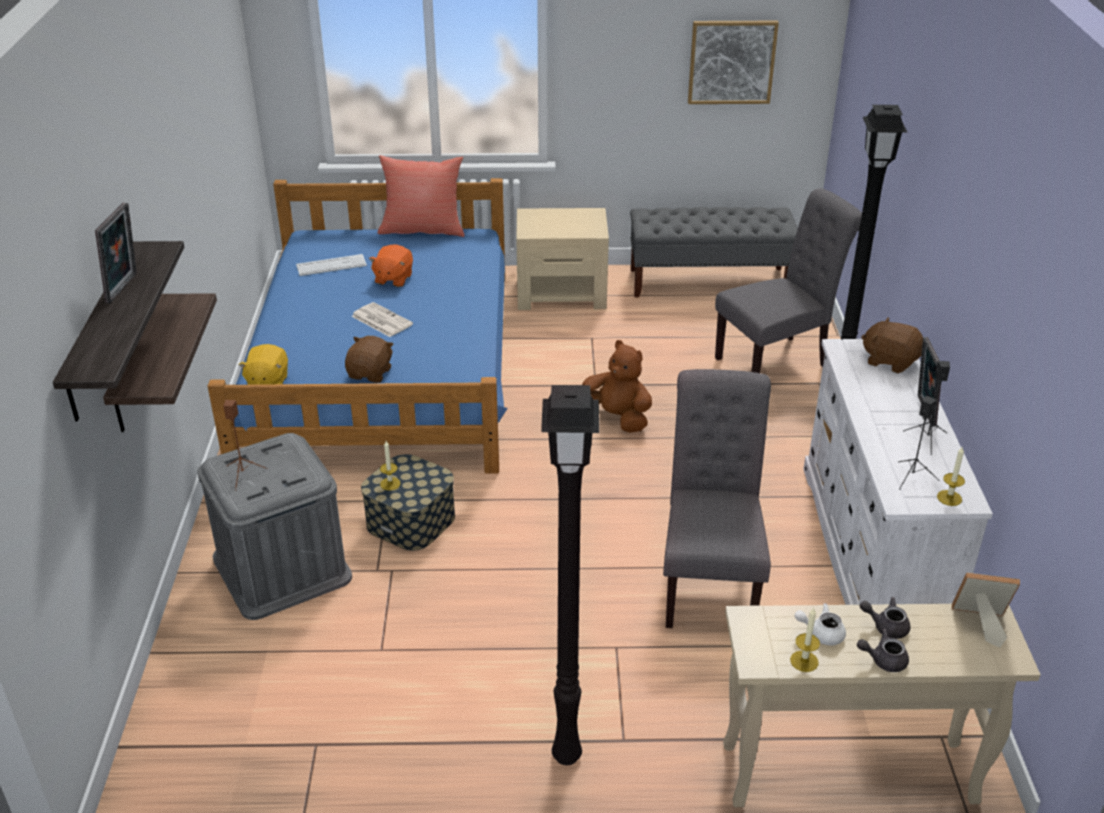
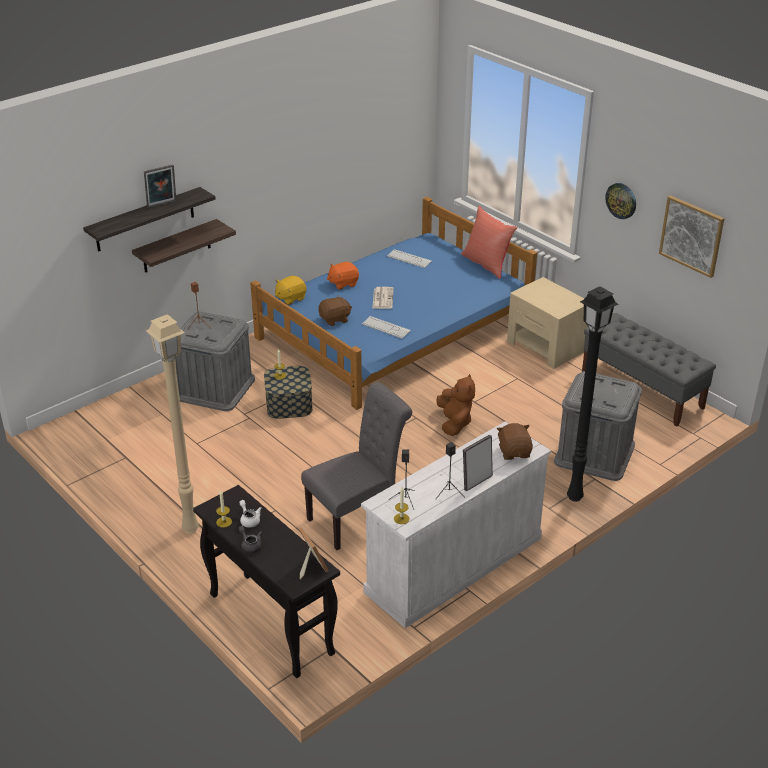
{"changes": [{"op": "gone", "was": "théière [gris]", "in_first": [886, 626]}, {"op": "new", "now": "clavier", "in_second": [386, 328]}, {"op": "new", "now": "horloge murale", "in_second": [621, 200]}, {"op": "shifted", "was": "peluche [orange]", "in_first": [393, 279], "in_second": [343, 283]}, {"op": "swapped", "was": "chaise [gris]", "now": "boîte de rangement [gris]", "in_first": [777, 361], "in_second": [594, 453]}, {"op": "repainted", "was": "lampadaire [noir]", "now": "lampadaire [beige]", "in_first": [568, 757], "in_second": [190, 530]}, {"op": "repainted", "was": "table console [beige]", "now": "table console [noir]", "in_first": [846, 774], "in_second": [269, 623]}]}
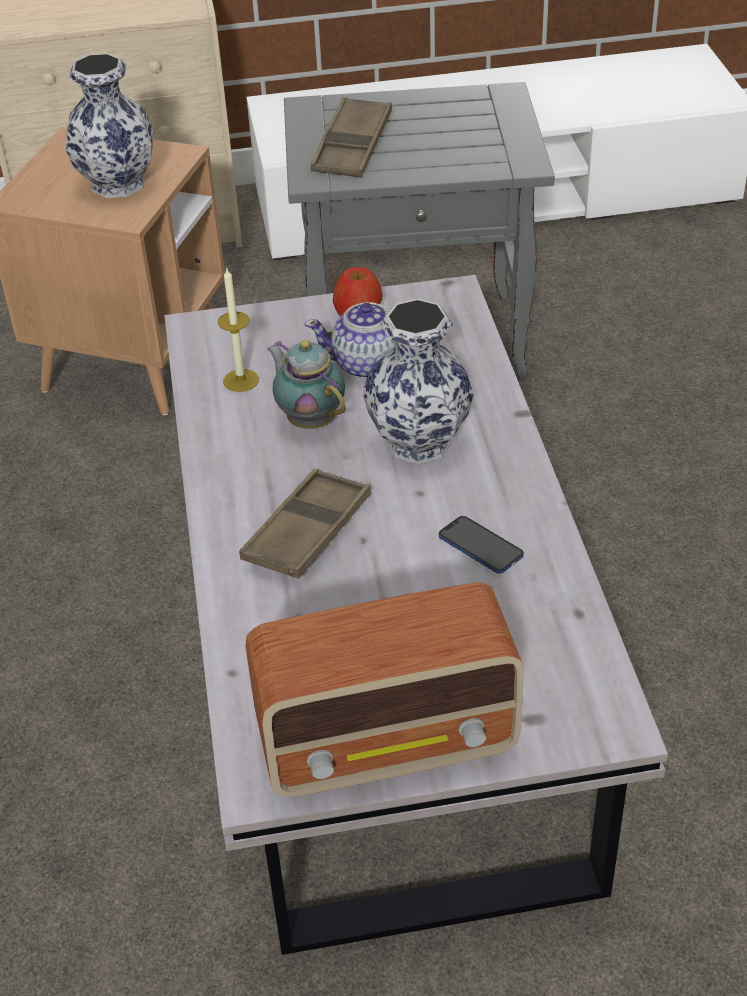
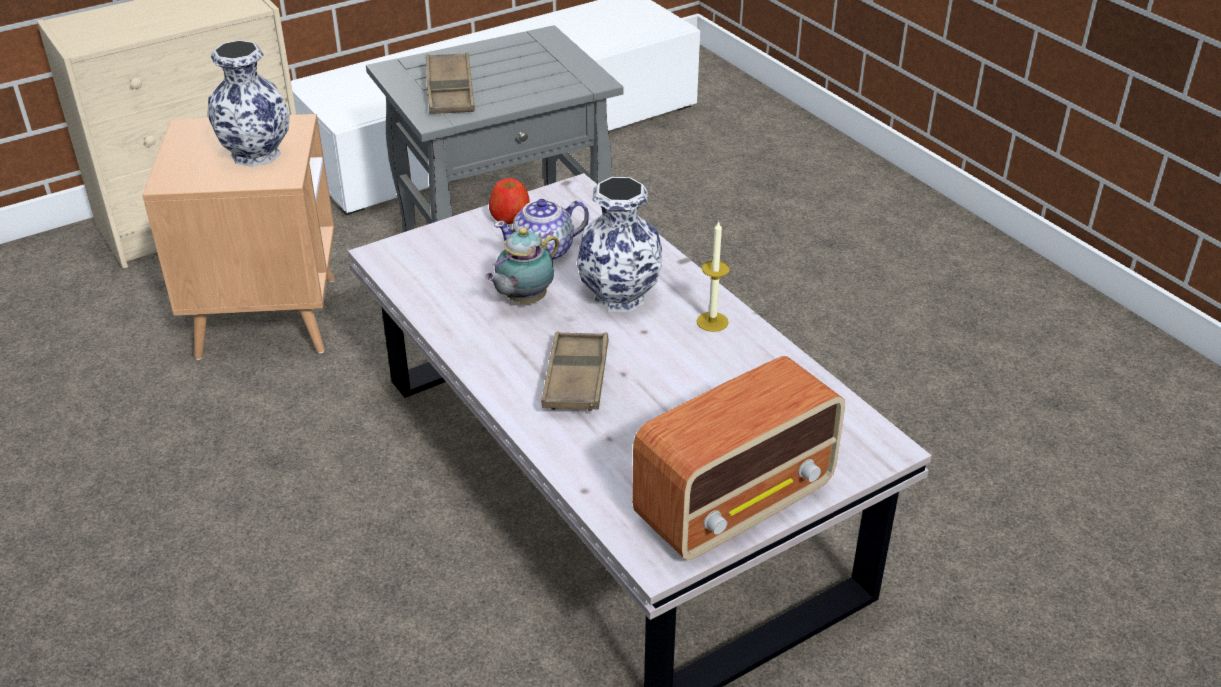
{"changes": [{"op": "gone", "was": "téléphone", "in_first": [480, 546]}, {"op": "shifted", "was": "bougie", "in_first": [241, 380], "in_second": [712, 322]}, {"op": "rotated", "was": "théière", "in_first": [310, 419], "in_second": [523, 300], "clockwise": -75}]}
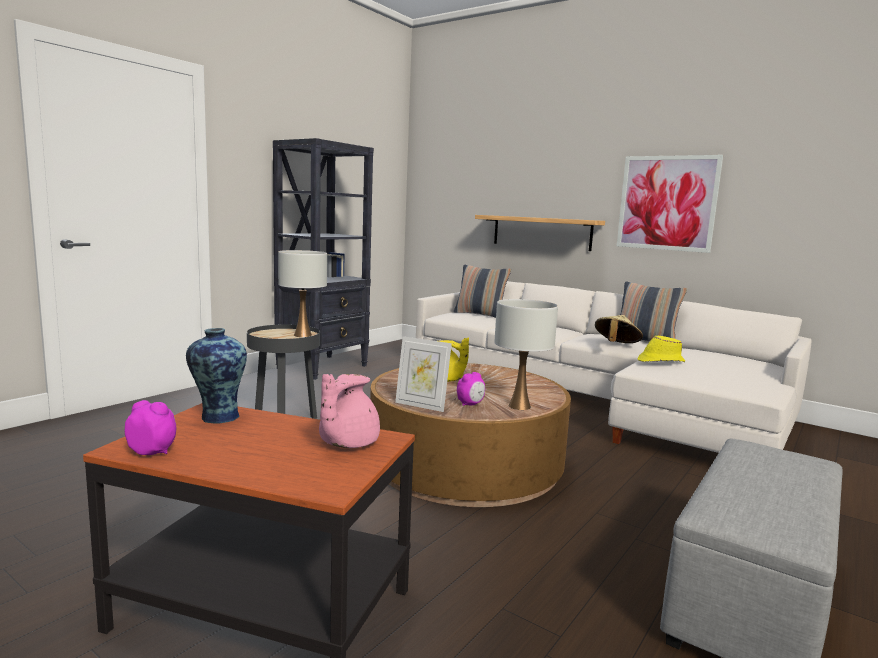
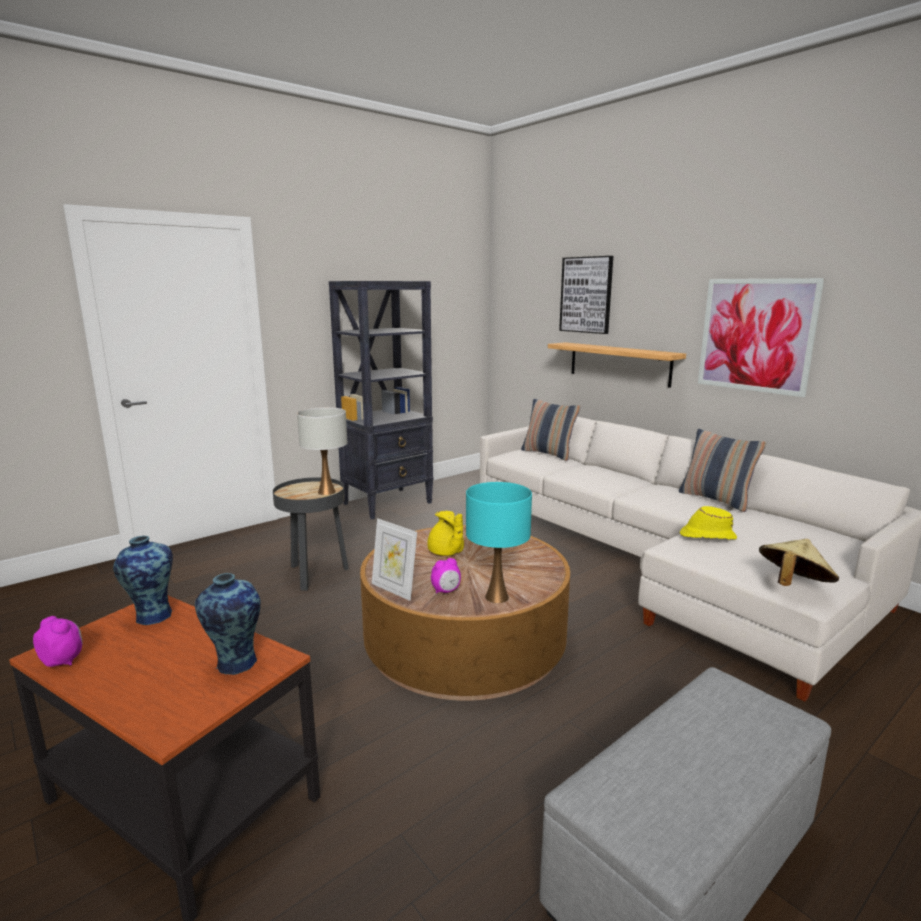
{"changes": [{"op": "new", "now": "tableau", "in_second": [586, 295]}, {"op": "shifted", "was": "chapeau [beige]", "in_first": [616, 345], "in_second": [792, 585]}, {"op": "swapped", "was": "théière [rose]", "now": "vase", "in_first": [346, 443], "in_second": [234, 664]}, {"op": "repainted", "was": "lampe de table [blanc]", "now": "lampe de table [turquoise]", "in_first": [519, 406], "in_second": [497, 597]}]}
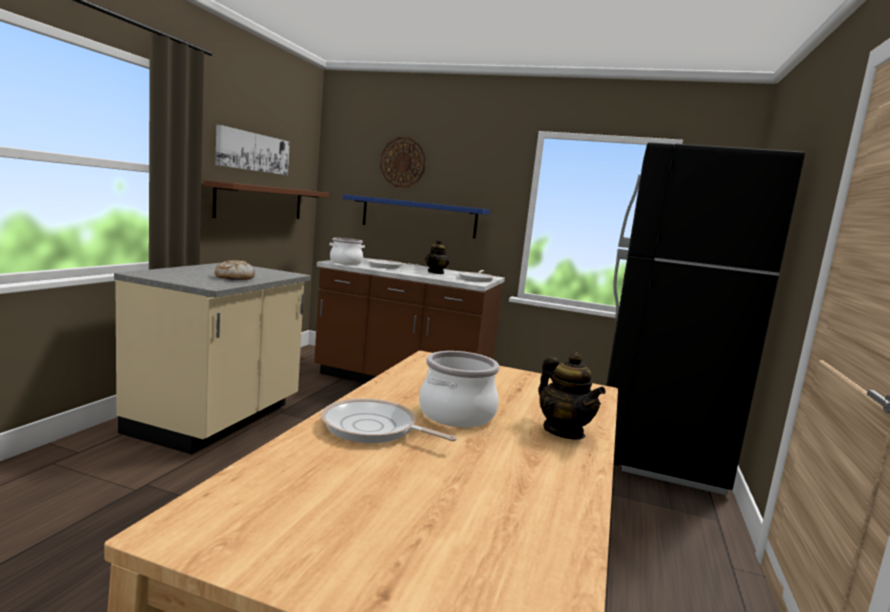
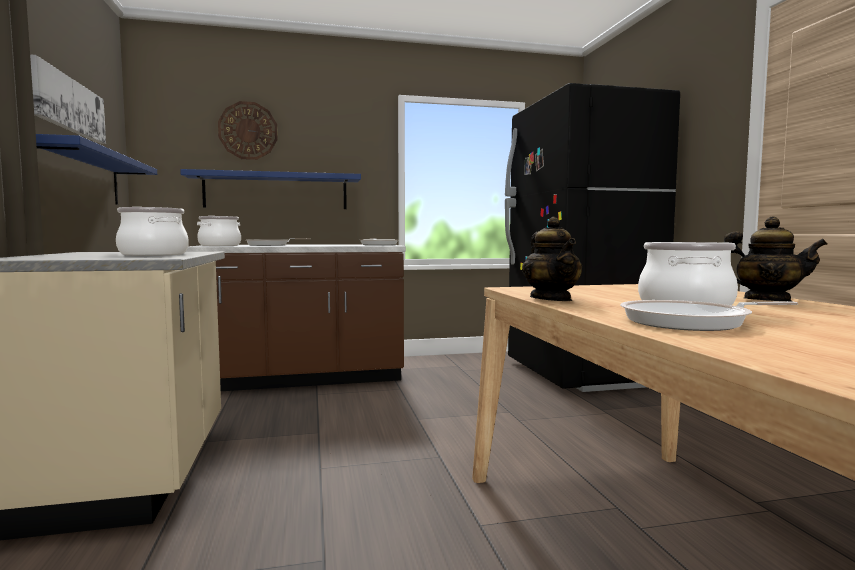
{"changes": [{"op": "shifted", "was": "théière", "in_first": [436, 272], "in_second": [551, 299]}, {"op": "swapped", "was": "pain", "now": "marmite", "in_first": [234, 277], "in_second": [153, 254]}, {"op": "repainted", "was": "étagère [marron]", "now": "étagère [bleu]", "in_first": [260, 202], "in_second": [81, 176]}]}
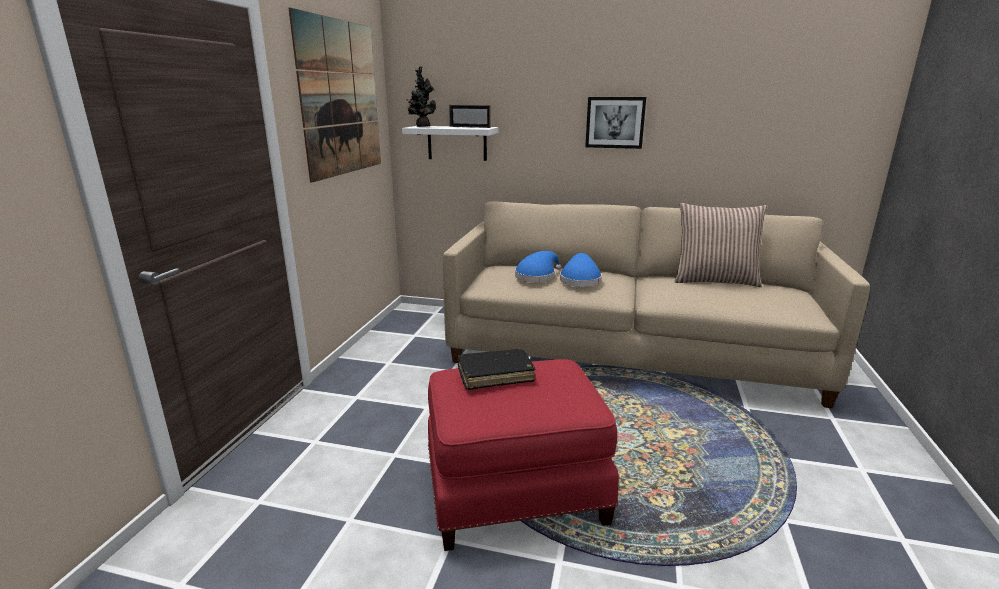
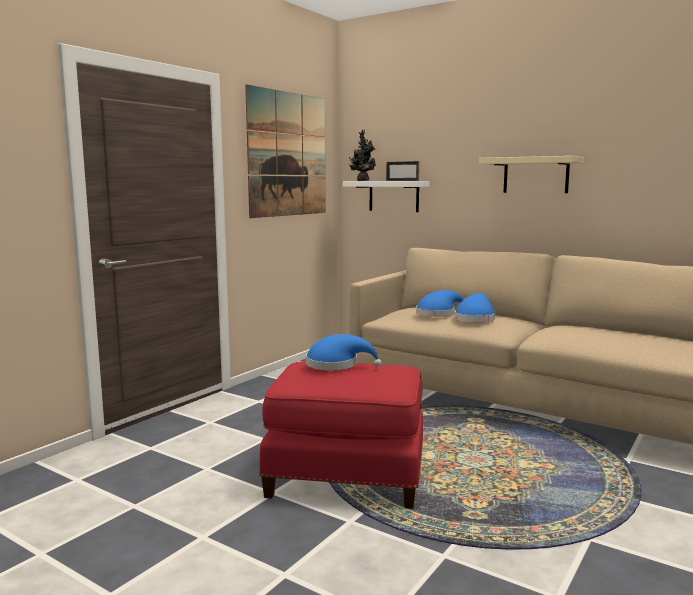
{"changes": [{"op": "gone", "was": "coussin", "in_first": [714, 280]}, {"op": "swapped", "was": "livre [noir]", "now": "chapeau [bleu]", "in_first": [495, 375], "in_second": [336, 365]}, {"op": "swapped", "was": "tableau", "now": "étagère [beige]", "in_first": [615, 122], "in_second": [535, 175]}]}
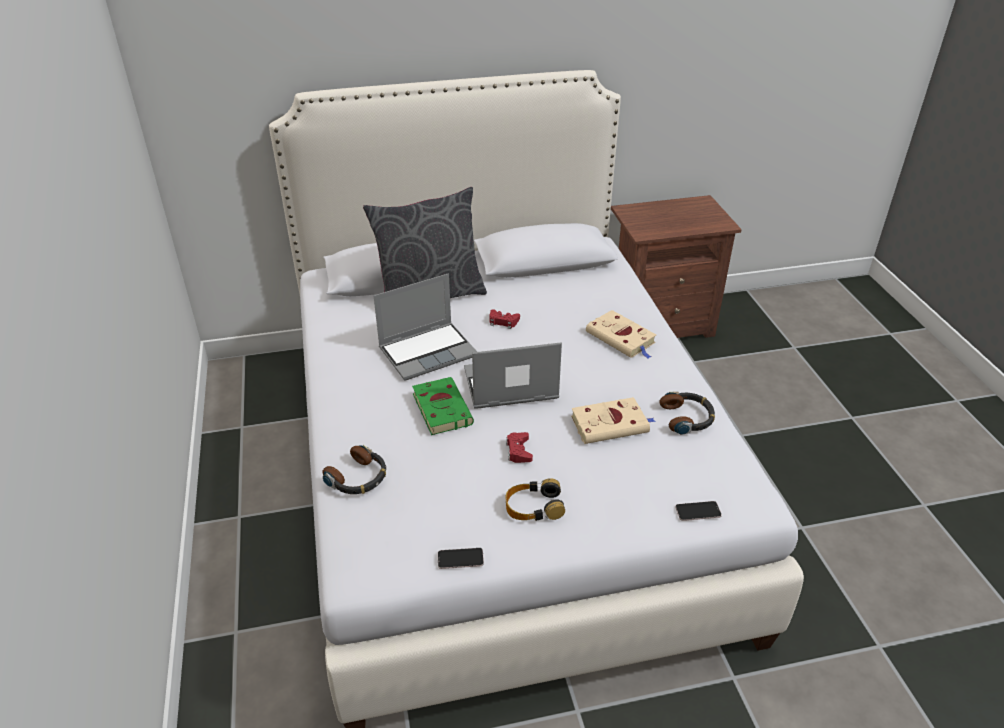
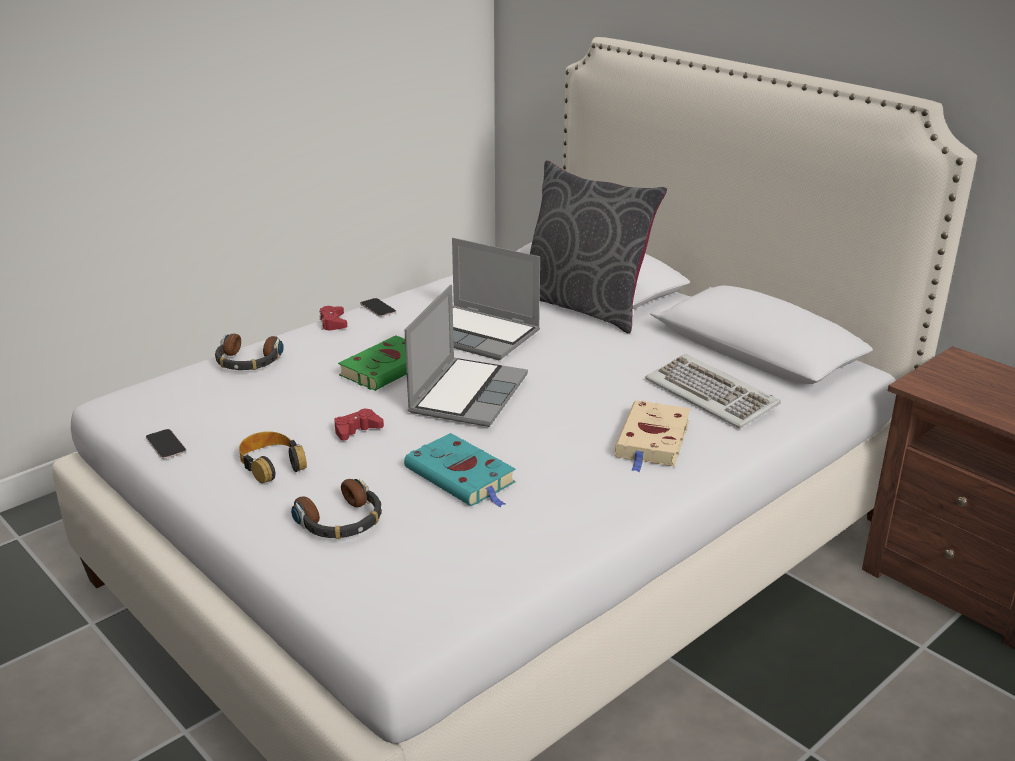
{"changes": [{"op": "new", "now": "clavier", "in_second": [712, 395]}, {"op": "shifted", "was": "manette [rouge]", "in_first": [503, 322], "in_second": [333, 323]}, {"op": "shifted", "was": "casque audio", "in_first": [687, 417], "in_second": [341, 521]}, {"op": "shifted", "was": "téléphone", "in_first": [698, 511], "in_second": [378, 308]}, {"op": "repainted", "was": "livre [beige]", "now": "livre [turquoise]", "in_first": [611, 424], "in_second": [462, 477]}, {"op": "rotated", "was": "ordinateur portable", "in_first": [509, 386], "in_second": [467, 393], "clockwise": 60}]}
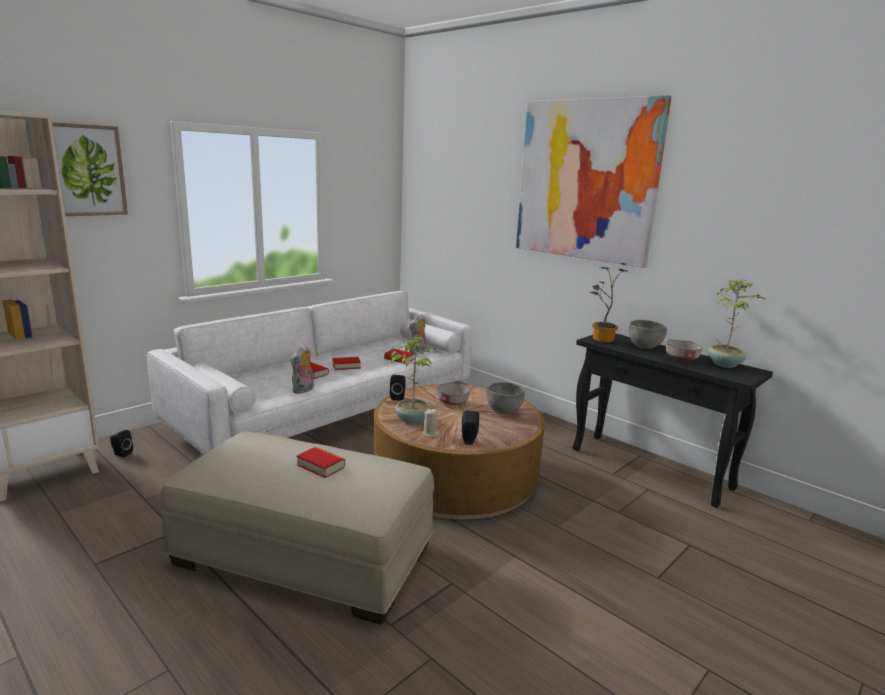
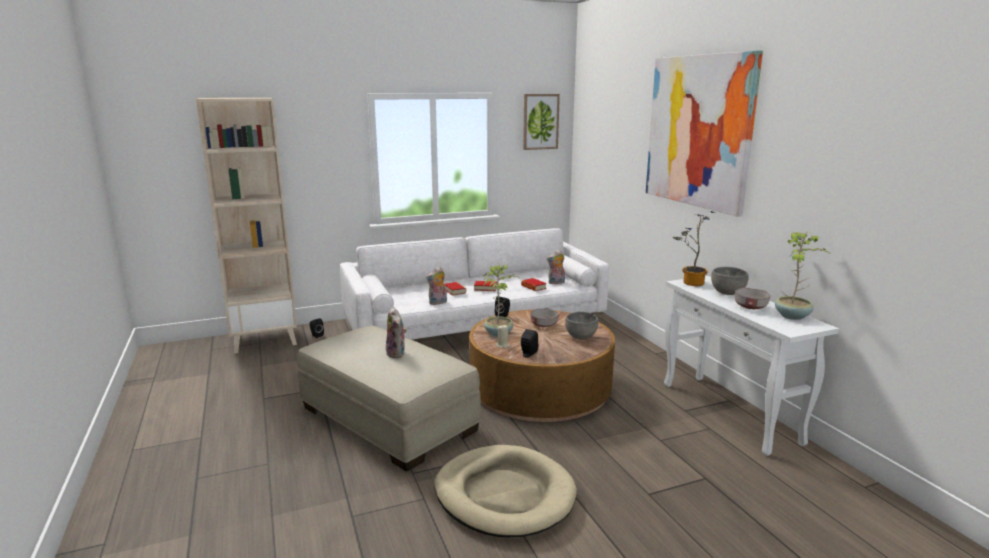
{"changes": [{"op": "new", "now": "panier pour chien [beige]", "in_second": [504, 495]}, {"op": "shifted", "was": "tableau", "in_first": [88, 170], "in_second": [540, 121]}, {"op": "swapped", "was": "livre", "now": "peluche", "in_first": [321, 466], "in_second": [397, 353]}, {"op": "repainted", "was": "table console [noir]", "now": "table console [blanc]", "in_first": [651, 468], "in_second": [730, 413]}]}
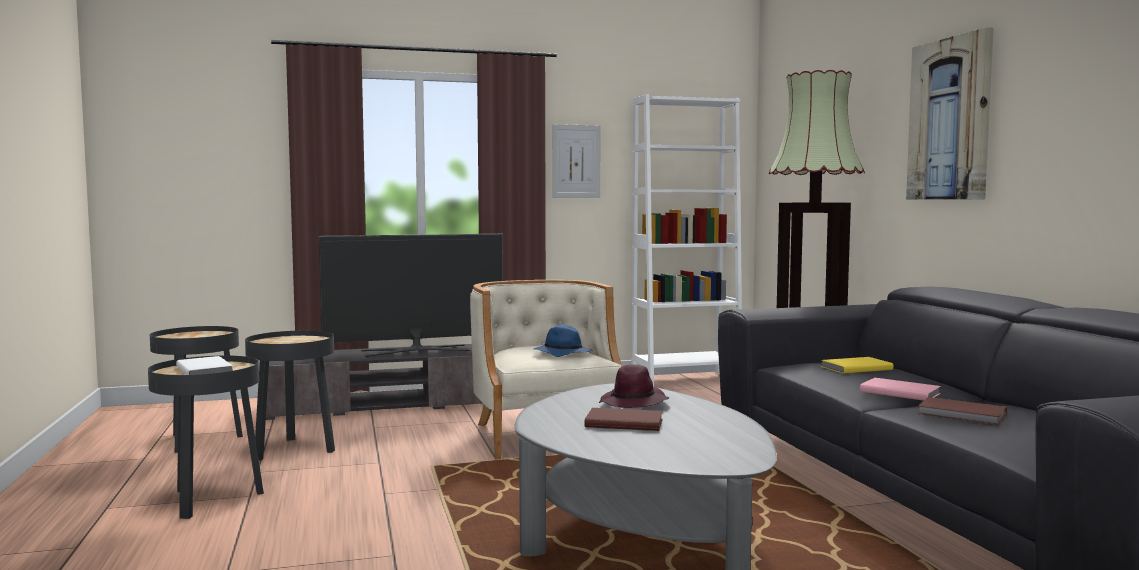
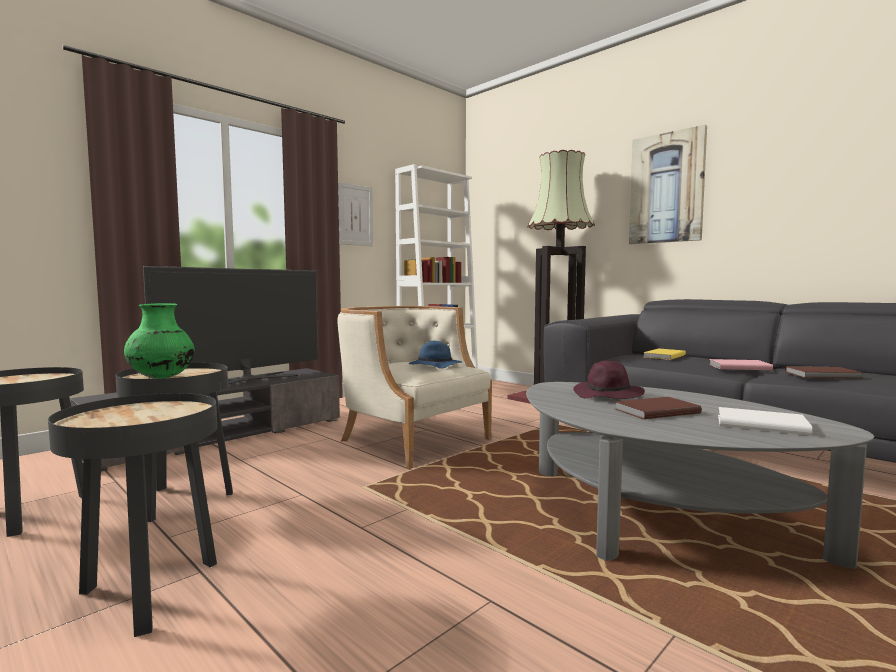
{"changes": [{"op": "new", "now": "vase [vert]", "in_second": [161, 378]}, {"op": "shifted", "was": "livre [blanc]", "in_first": [206, 369], "in_second": [759, 424]}]}
